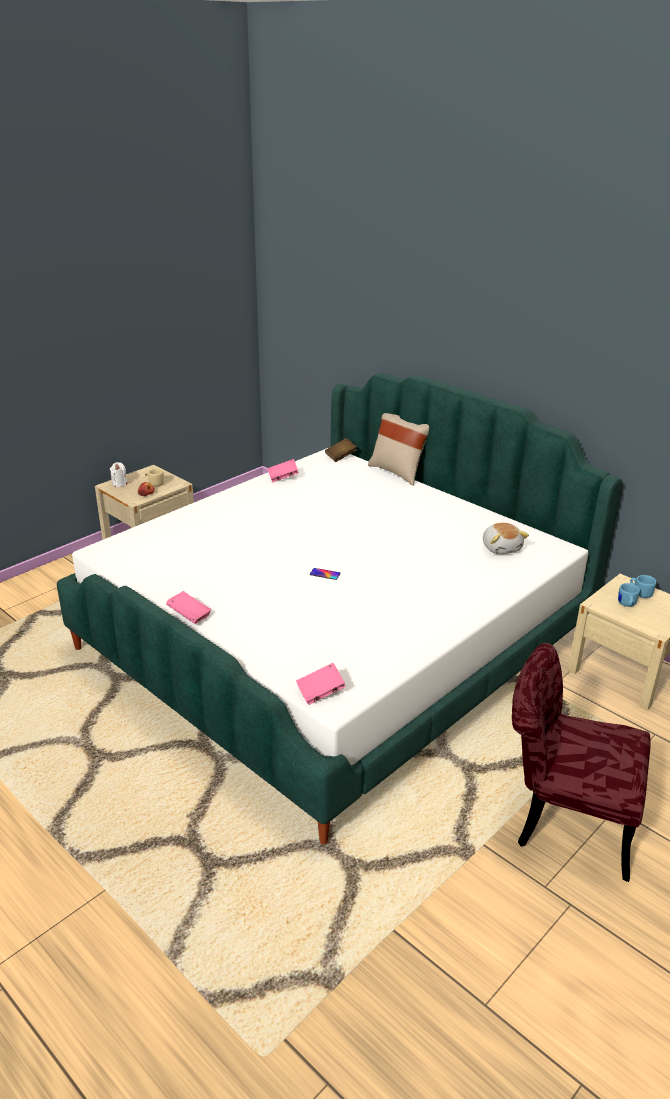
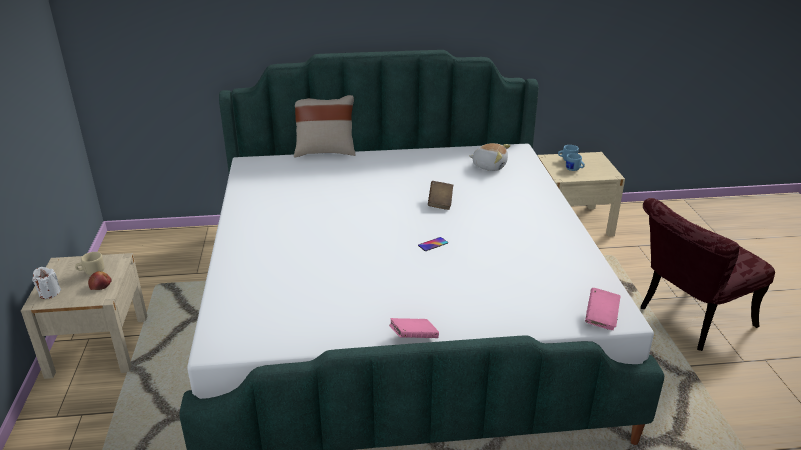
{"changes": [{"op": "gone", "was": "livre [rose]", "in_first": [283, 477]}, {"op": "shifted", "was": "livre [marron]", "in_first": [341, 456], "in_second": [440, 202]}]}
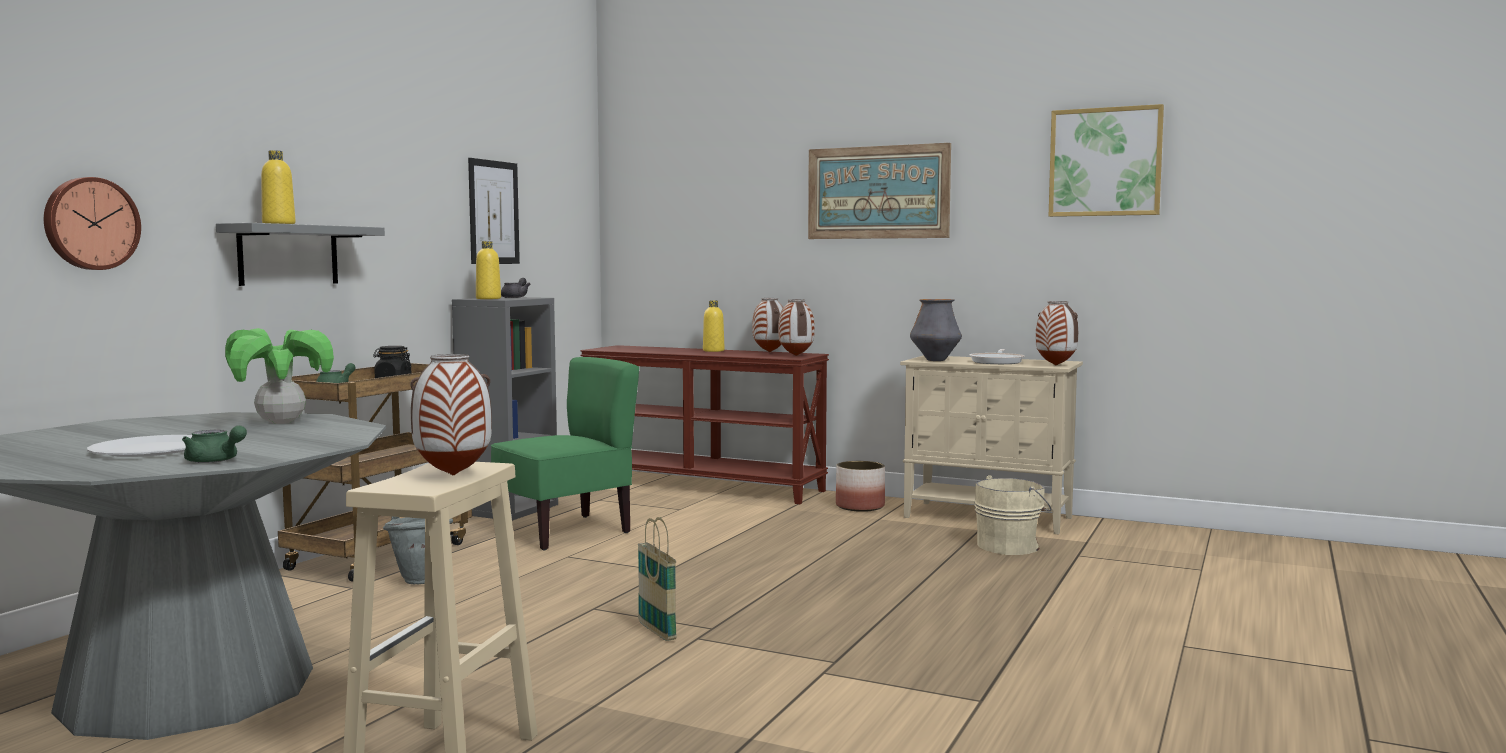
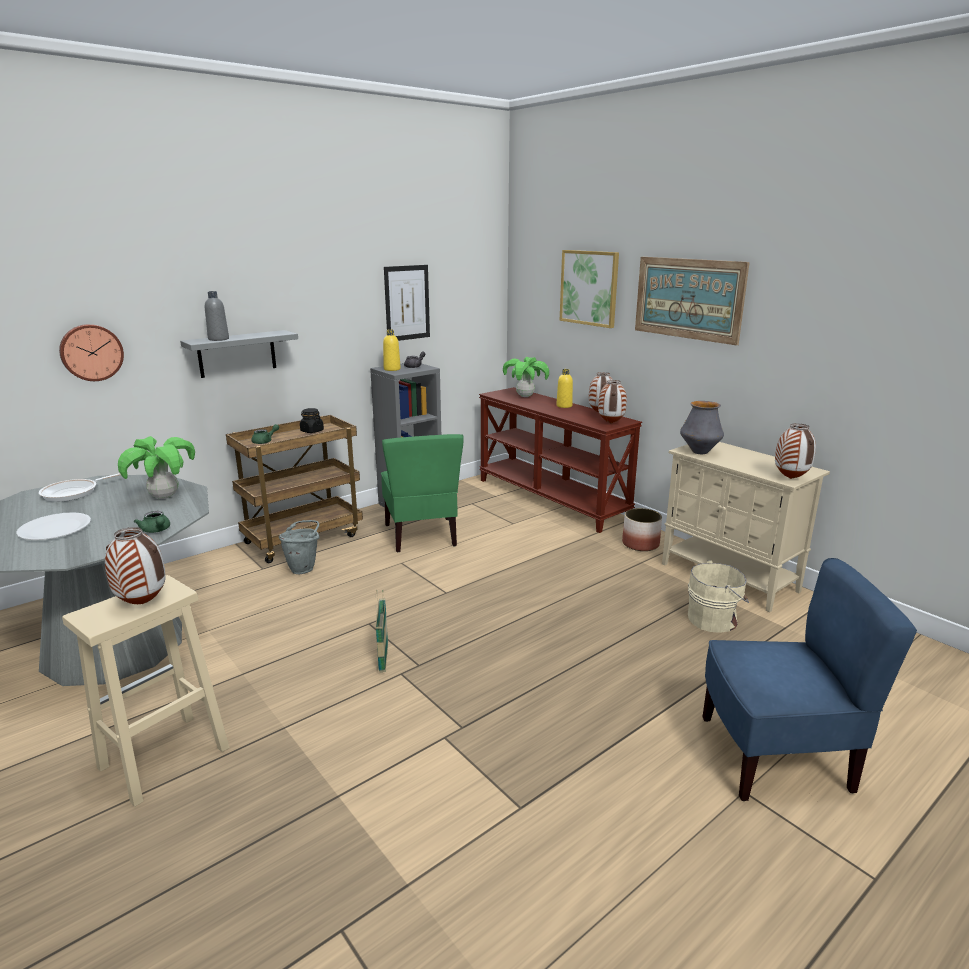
{"changes": [{"op": "new", "now": "plante en pot", "in_second": [525, 396]}, {"op": "new", "now": "chaise [bleu]", "in_second": [776, 756]}, {"op": "shifted", "was": "théière [vert]", "in_first": [215, 461], "in_second": [156, 530]}, {"op": "shifted", "was": "poêle", "in_first": [997, 361], "in_second": [73, 493]}, {"op": "shifted", "was": "tableau", "in_first": [1105, 162], "in_second": [589, 288]}, {"op": "repainted", "was": "bouteille [jaune]", "now": "bouteille [gris]", "in_first": [278, 223], "in_second": [218, 339]}, {"op": "rotated", "was": "chaise [vert]", "in_first": [565, 532], "in_second": [422, 535], "clockwise": 90}]}
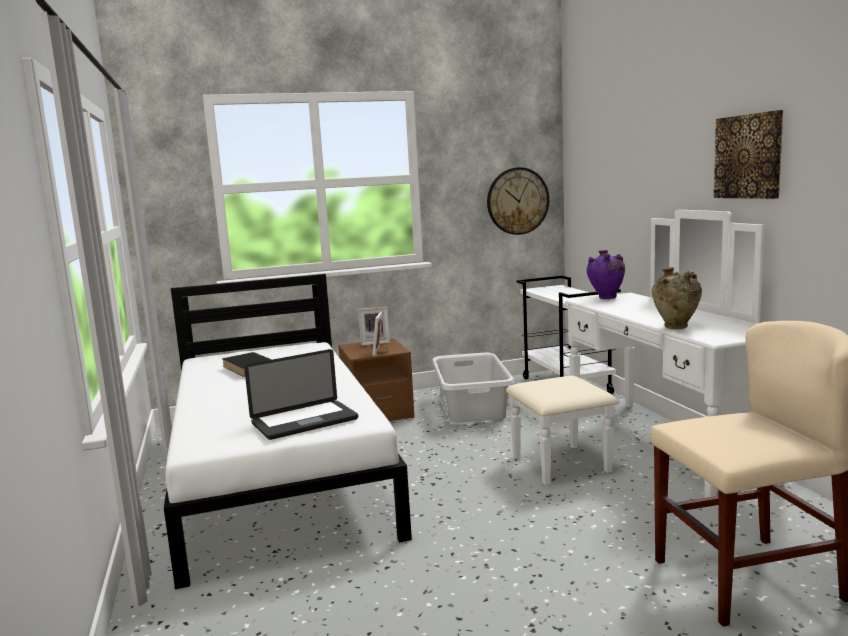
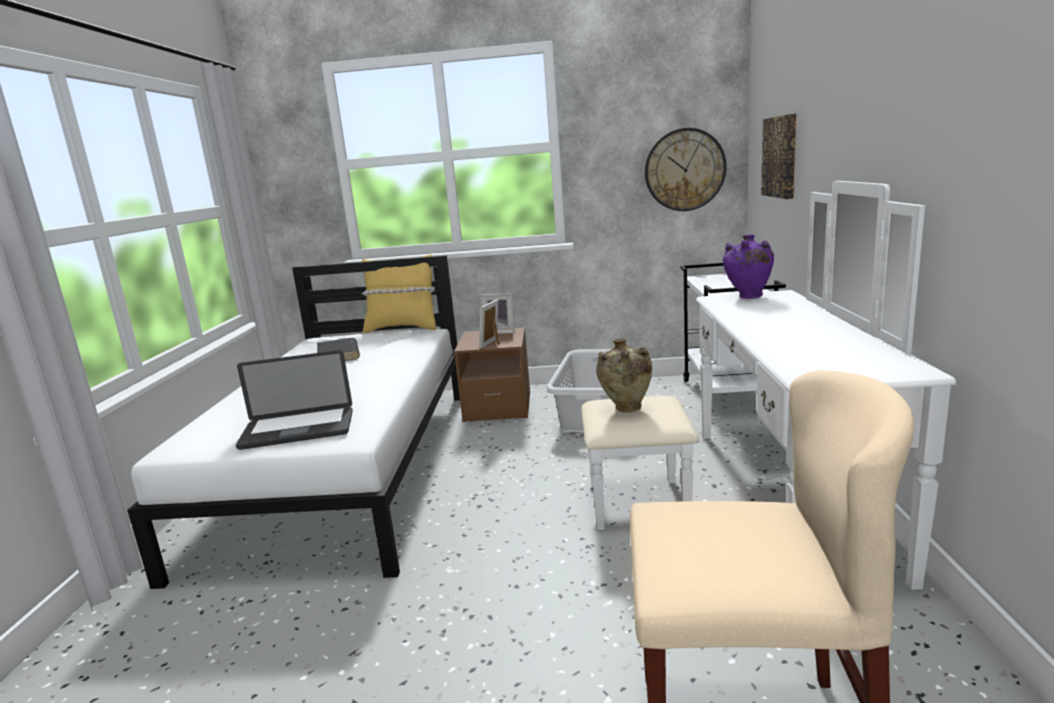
{"changes": [{"op": "new", "now": "coussin [jaune]", "in_second": [403, 328]}, {"op": "shifted", "was": "vase [beige]", "in_first": [675, 328], "in_second": [626, 409]}, {"op": "shifted", "was": "tableau", "in_first": [749, 156], "in_second": [781, 157]}]}
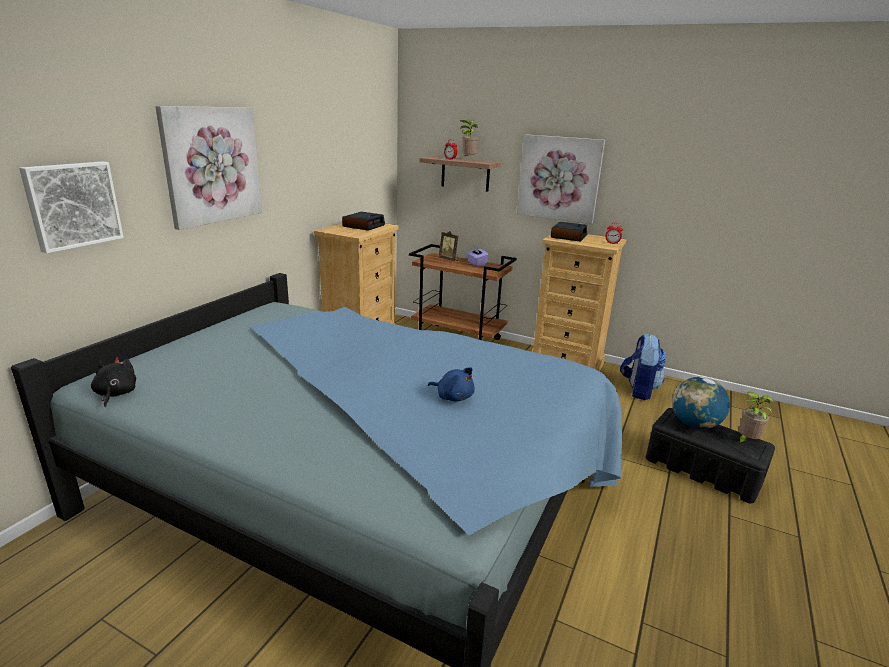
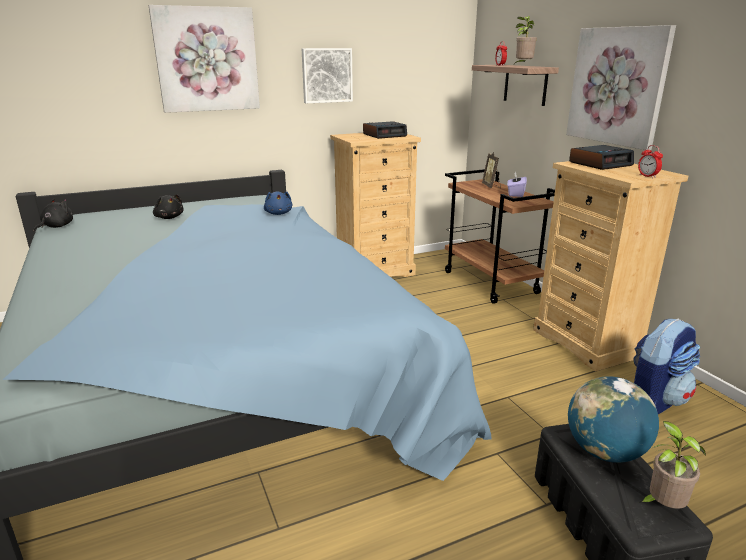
{"changes": [{"op": "new", "now": "peluche [noir]", "in_second": [169, 217]}, {"op": "shifted", "was": "tableau", "in_first": [72, 205], "in_second": [326, 75]}, {"op": "shifted", "was": "peluche [bleu]", "in_first": [453, 397], "in_second": [278, 213]}]}
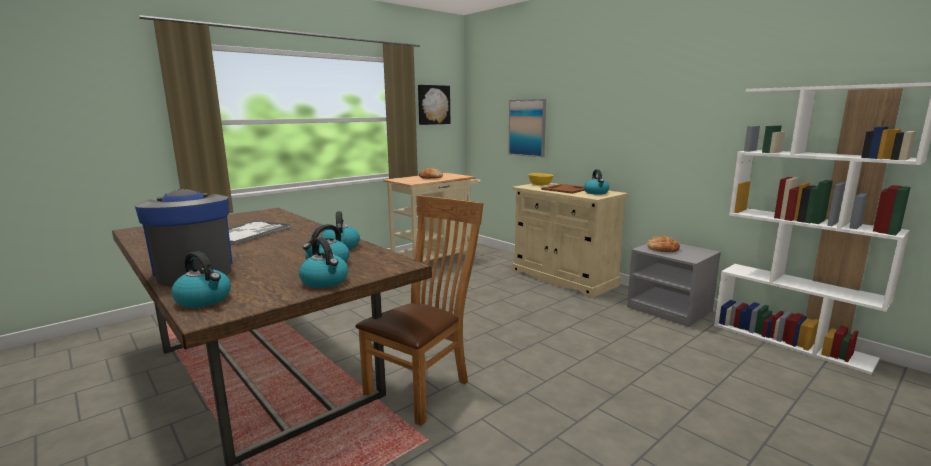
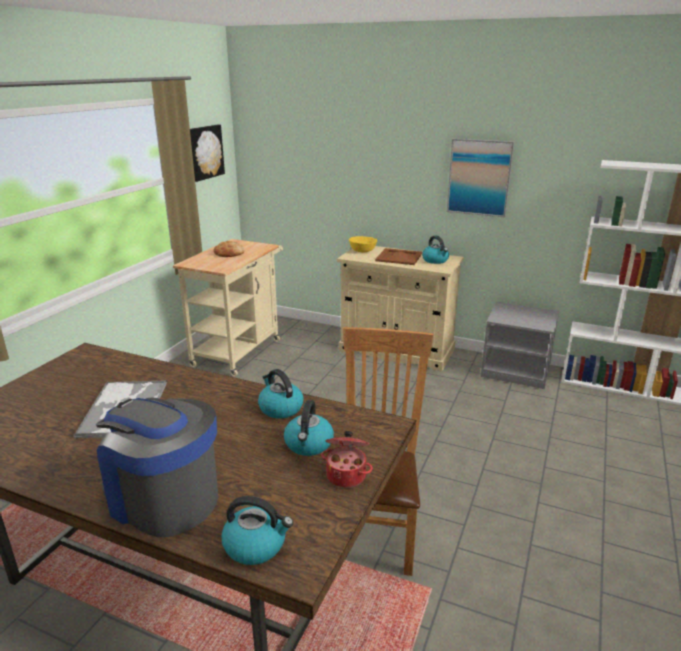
{"changes": [{"op": "gone", "was": "pain", "in_first": [662, 248]}, {"op": "shifted", "was": "tableau", "in_first": [527, 128], "in_second": [479, 177]}, {"op": "swapped", "was": "bouilloire", "now": "marmite", "in_first": [325, 282], "in_second": [347, 475]}]}
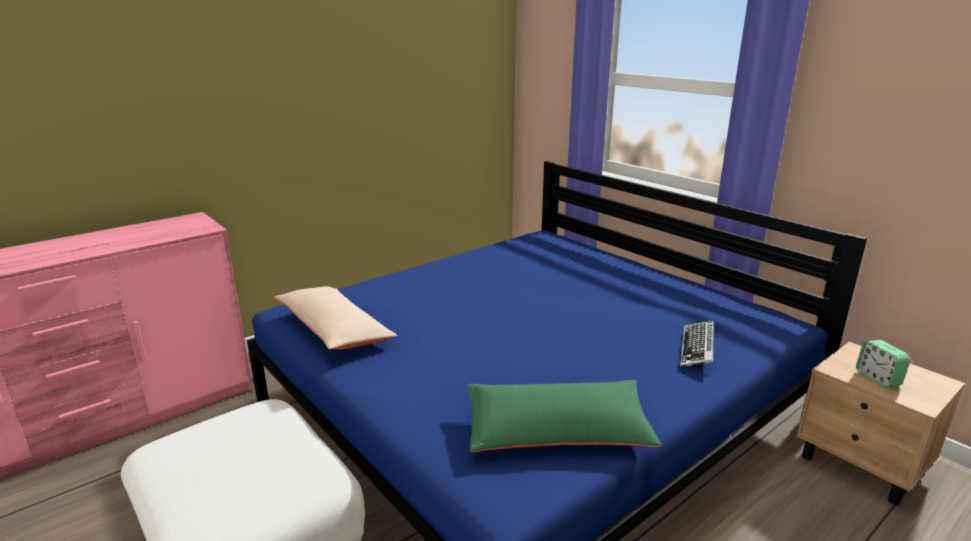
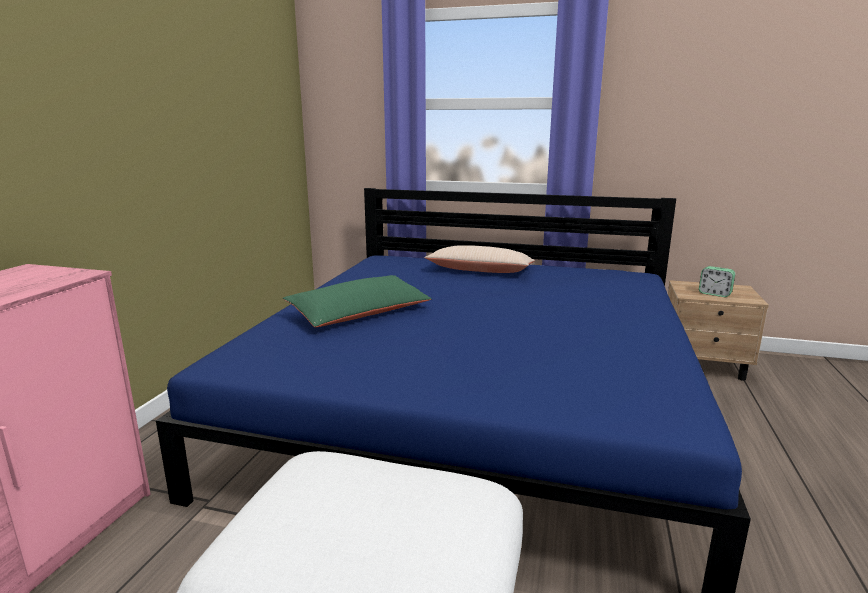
{"changes": [{"op": "gone", "was": "clavier", "in_first": [697, 348]}, {"op": "shifted", "was": "coussin [beige]", "in_first": [334, 330], "in_second": [480, 271]}, {"op": "shifted", "was": "coussin [vert]", "in_first": [557, 432], "in_second": [359, 314]}]}
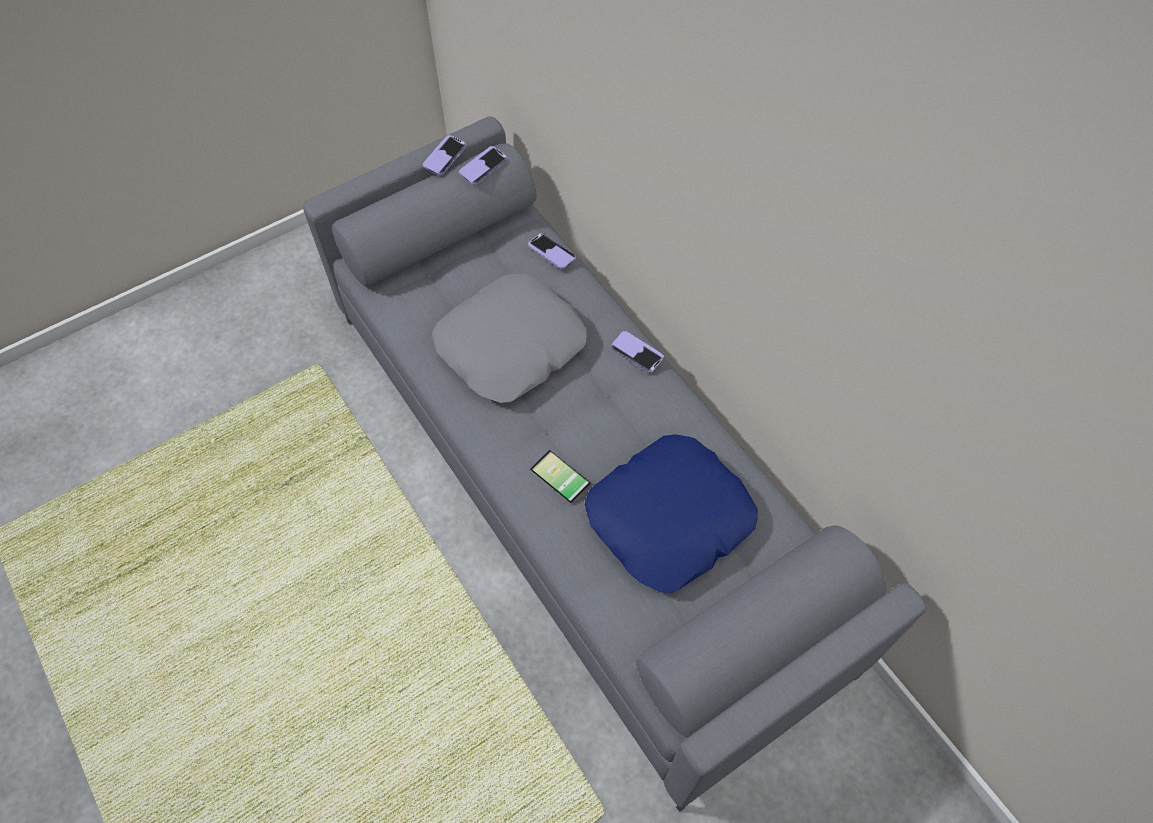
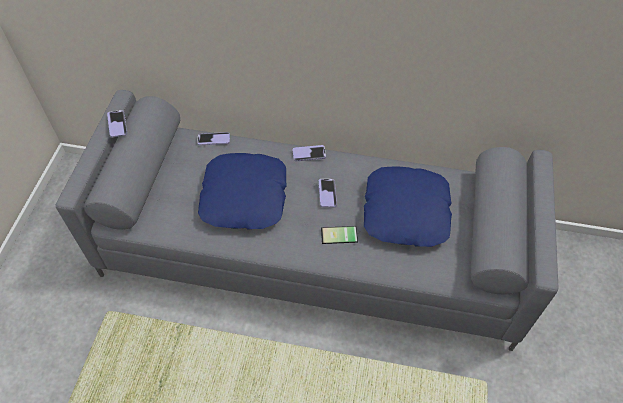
{"changes": [{"op": "shifted", "was": "téléphone", "in_first": [483, 167], "in_second": [327, 193]}, {"op": "repainted", "was": "coussin [gris]", "now": "coussin [bleu]", "in_first": [512, 346], "in_second": [245, 197]}]}
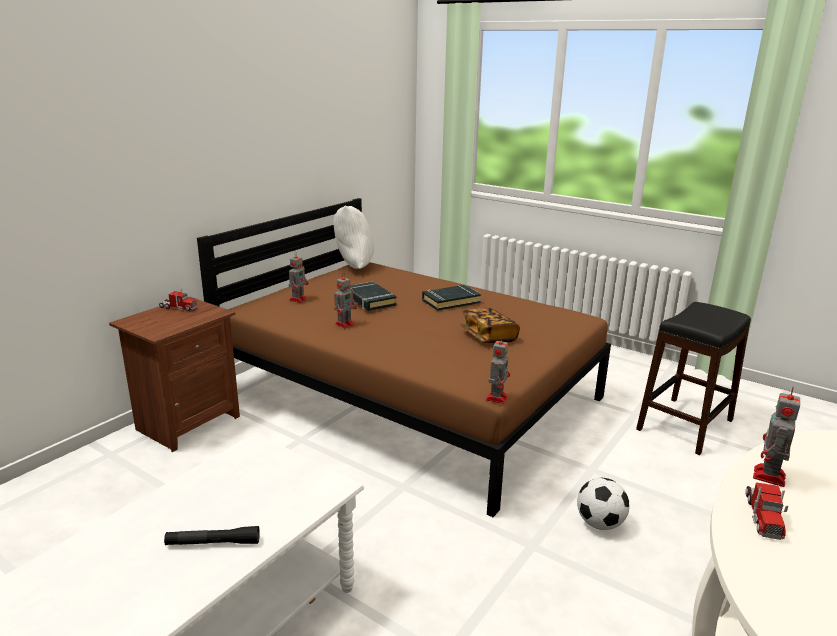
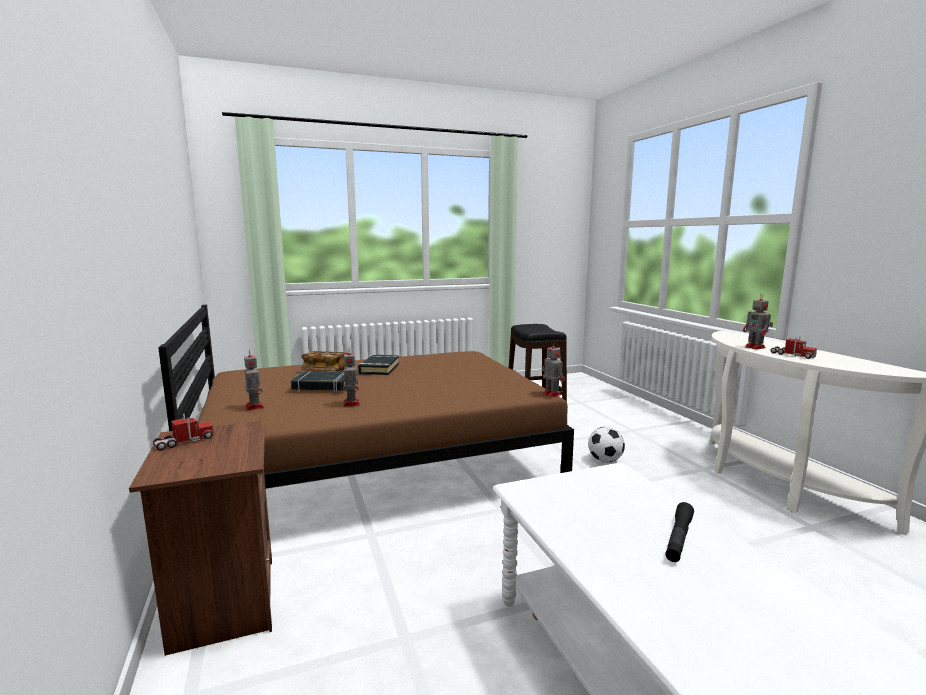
{"changes": [{"op": "gone", "was": "coussin [blanc]", "in_first": [353, 267]}, {"op": "shifted", "was": "livre", "in_first": [488, 336], "in_second": [326, 371]}]}
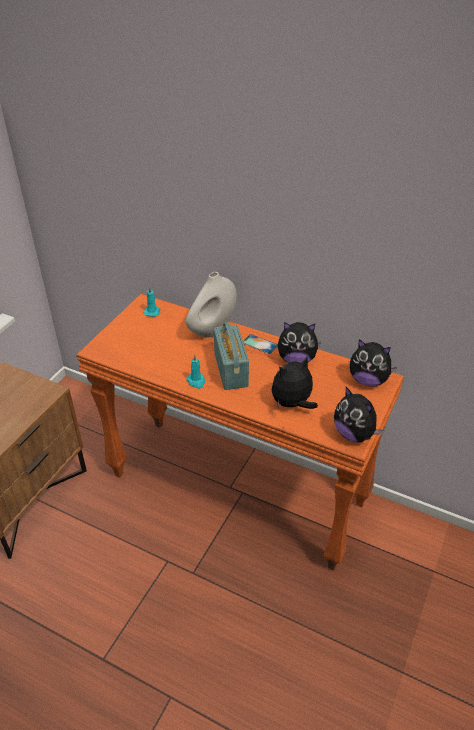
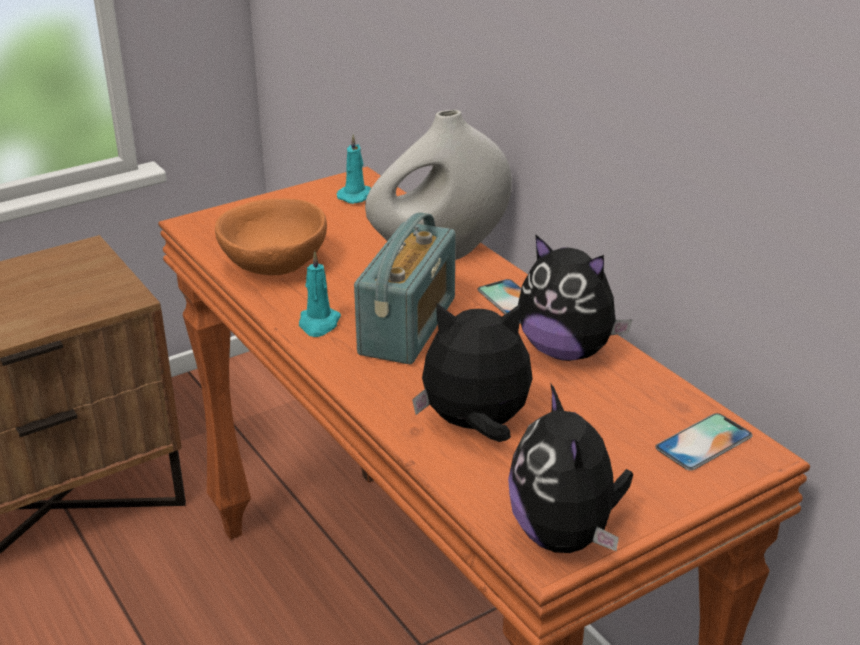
{"changes": [{"op": "new", "now": "bol [orange]", "in_second": [273, 265]}, {"op": "swapped", "was": "peluche", "now": "téléphone", "in_first": [368, 380], "in_second": [704, 442]}]}
